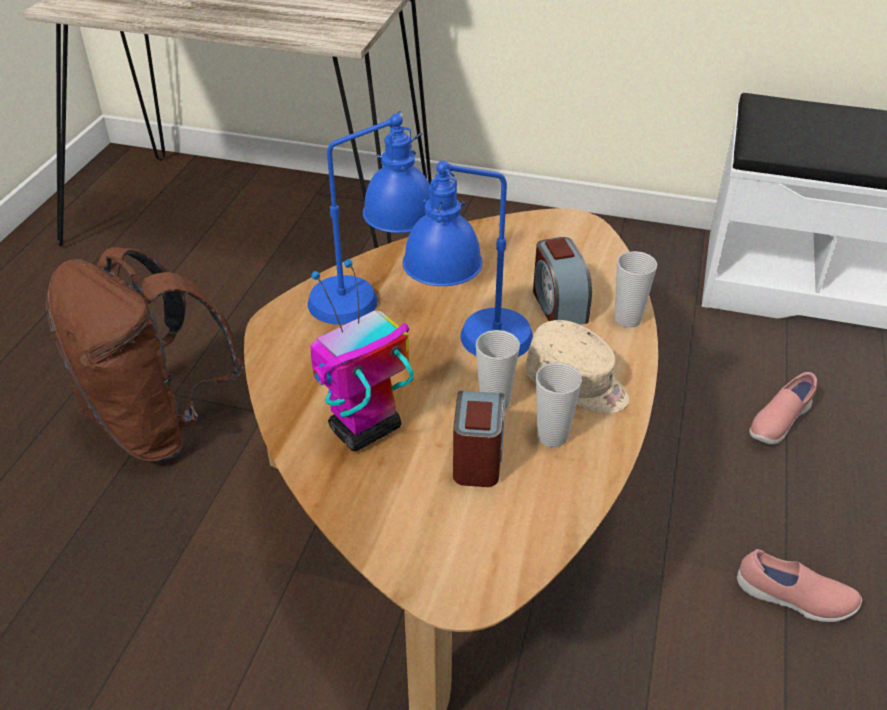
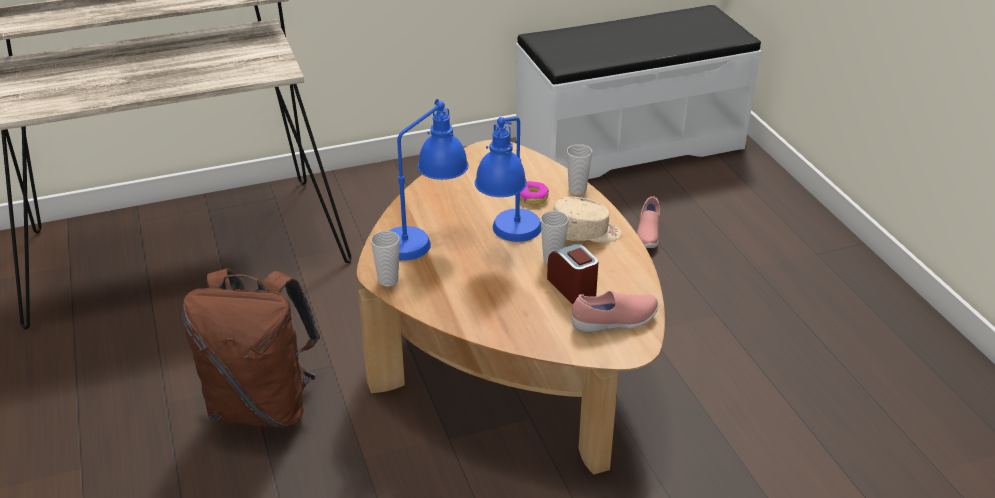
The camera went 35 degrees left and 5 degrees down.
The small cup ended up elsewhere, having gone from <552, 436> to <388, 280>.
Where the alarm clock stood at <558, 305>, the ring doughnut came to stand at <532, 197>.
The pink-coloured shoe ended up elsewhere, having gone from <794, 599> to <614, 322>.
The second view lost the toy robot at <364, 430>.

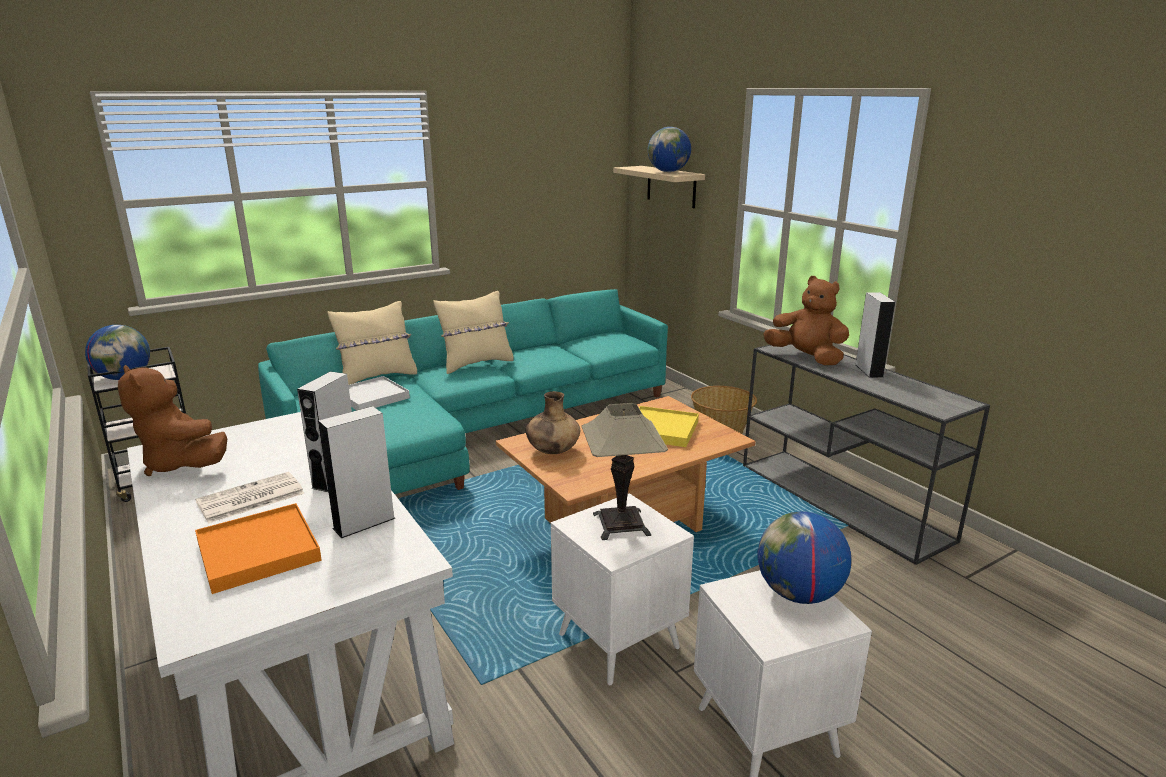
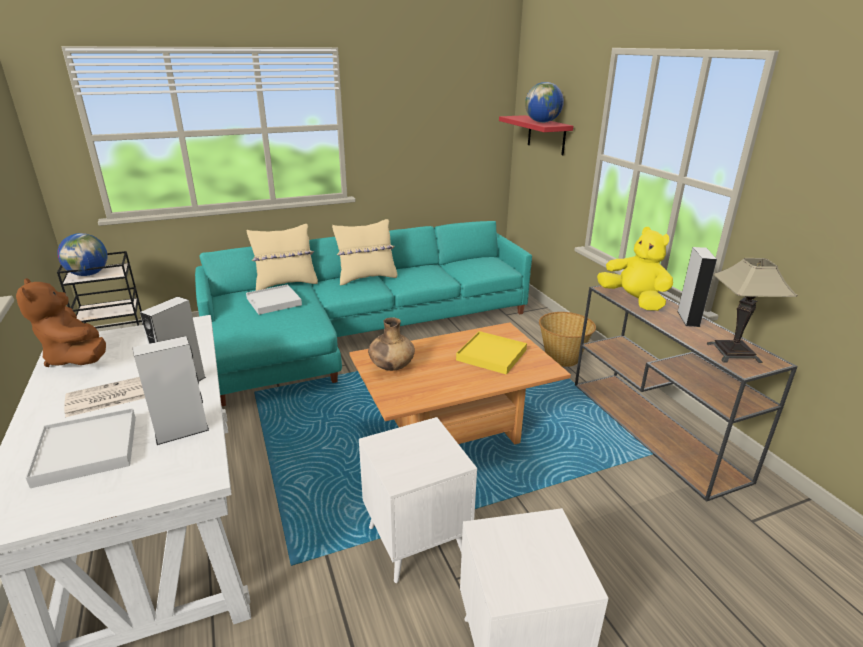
The camera went 10 degrees right and 5 degrees up.
What was the orange carrying tray at <259, 551> turned into the white carrying tray at <87, 450>.
What was the beige shelf at <671, 186> turned into the red-coloured shelf at <546, 135>.
What was the gray console table at <843, 502> turned into the brown-coloured console table at <655, 430>.
What was the brown-coloured cuddly toy at <806, 358> turned into the yellow cuddly toy at <633, 300>.
The table lamp ended up elsewhere, having gone from <621, 524> to <733, 353>.
The second view lost the world globe at <798, 594>.

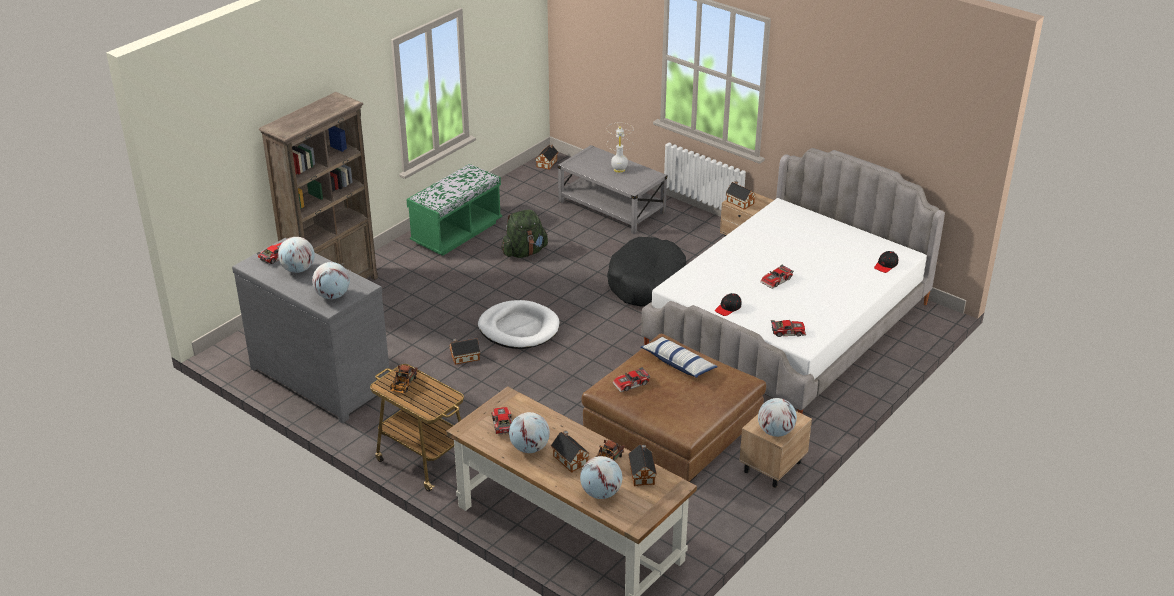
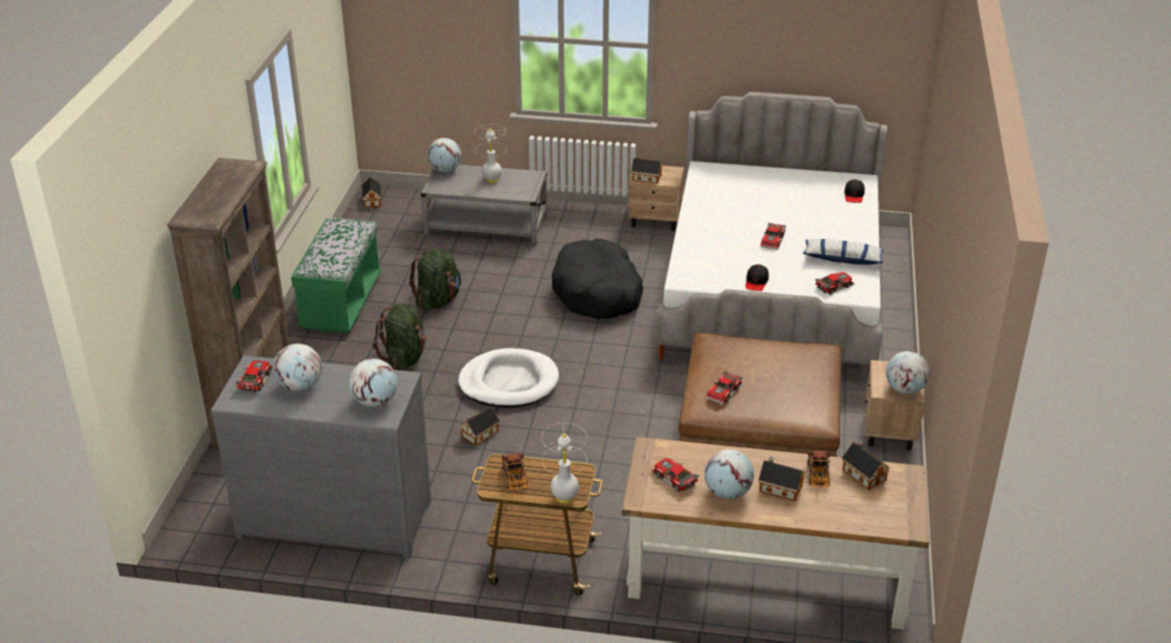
The camera went 30 degrees left and 0 degrees up.
The second view gained the green knapsack at <404, 358>.
The world globe ended up elsewhere, having gone from <601, 493> to <445, 170>.
The second view gained the white table lamp at <565, 497>.
The throw pillow ended up elsewhere, having gone from <678, 363> to <842, 259>.

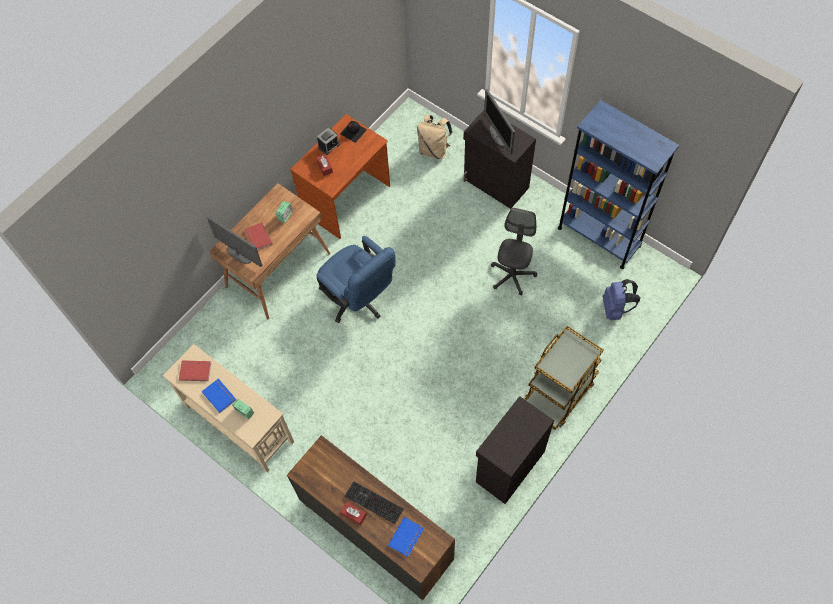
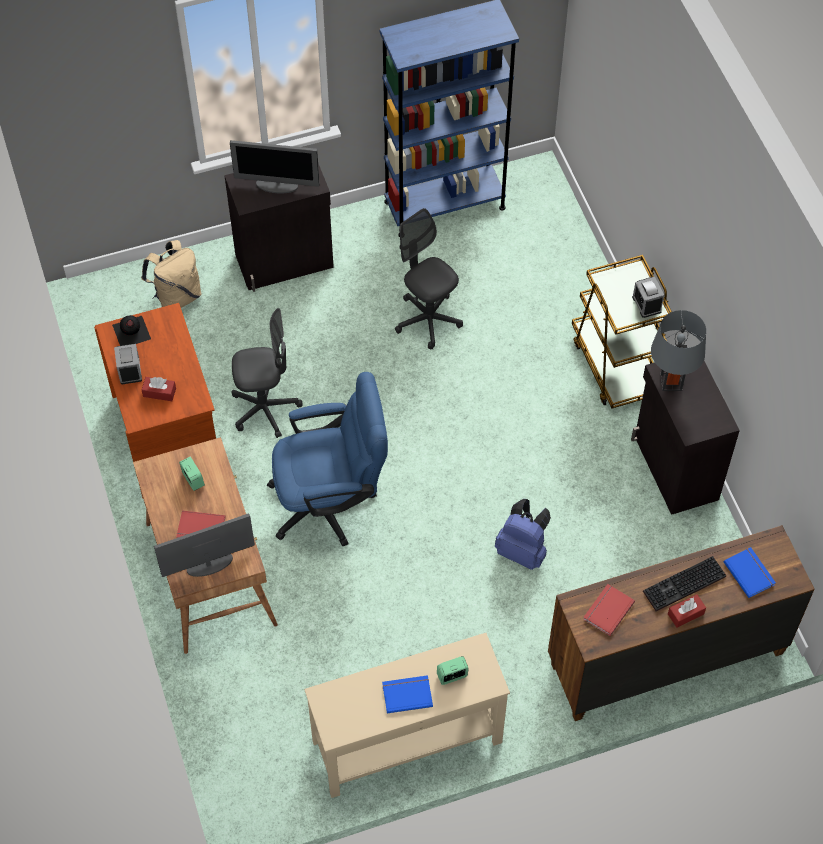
The camera went 60 degrees left and 5 degrees down.
The second view gained the gray desk chair at <265, 409>.
The blue-coloured knapsack ended up elsewhere, having gone from <615, 308> to <523, 550>.
The red-coloured volume ended up elsewhere, having gone from <195, 370> to <607, 610>.
The second view gained the alarm clock at <646, 304>.
The second view gained the gray table lamp at <671, 382>.

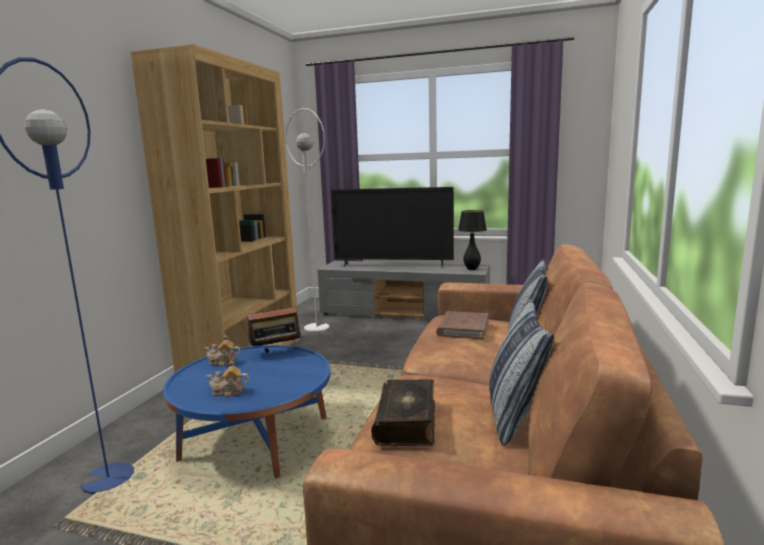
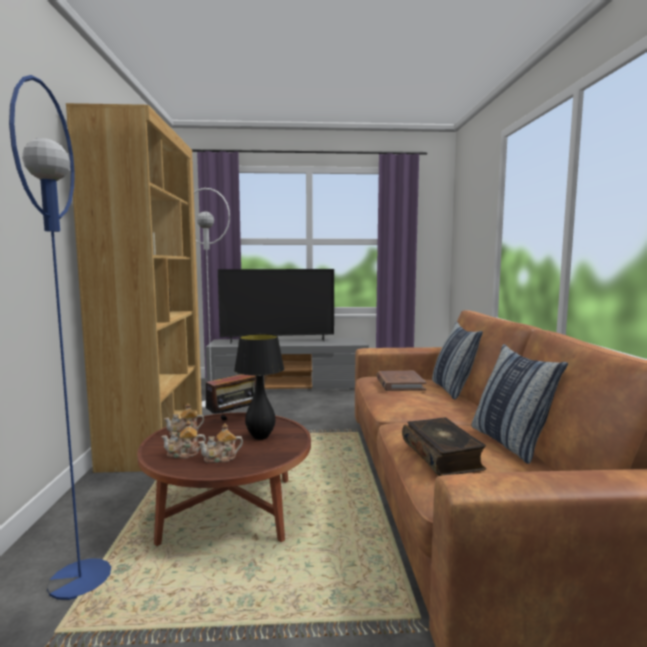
The camera went 20 degrees left and 5 degrees down.
What was the blue-coloured lounge table at <256, 438> turned into the brown-coloured lounge table at <229, 510>.
The second view gained the tea pot at <183, 454>.
The blackish table lamp ended up elsewhere, having gone from <471, 269> to <260, 437>.

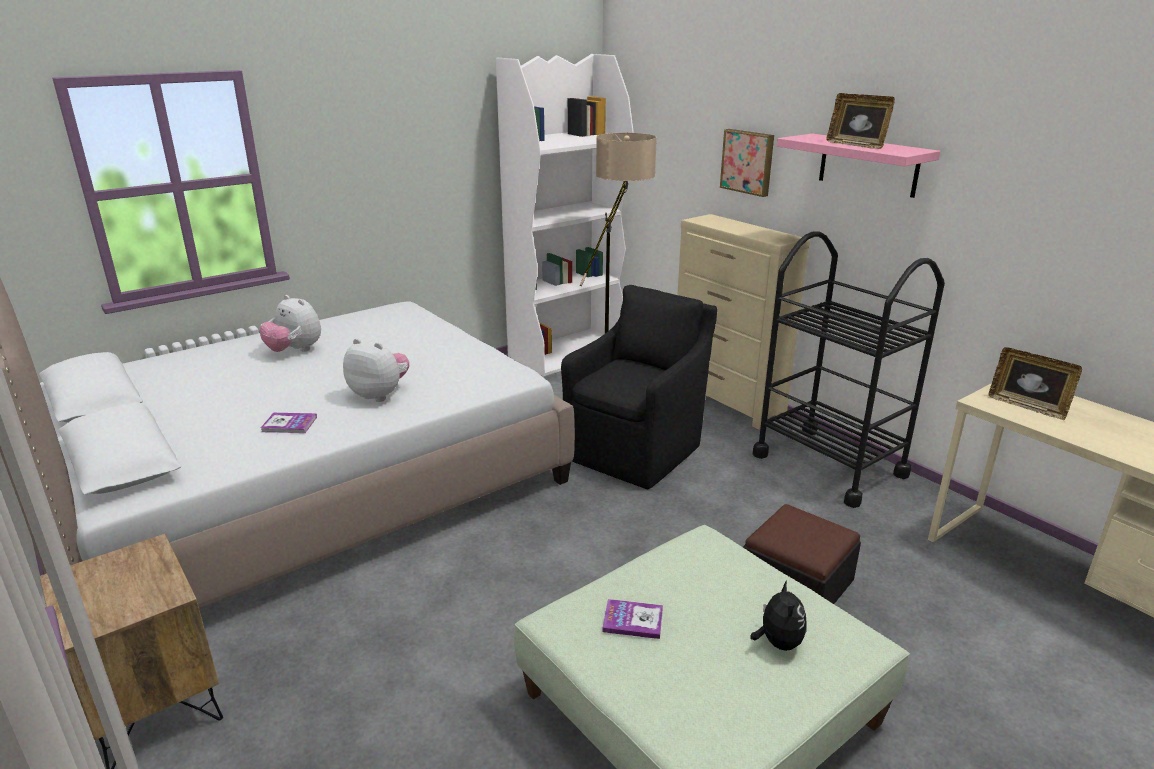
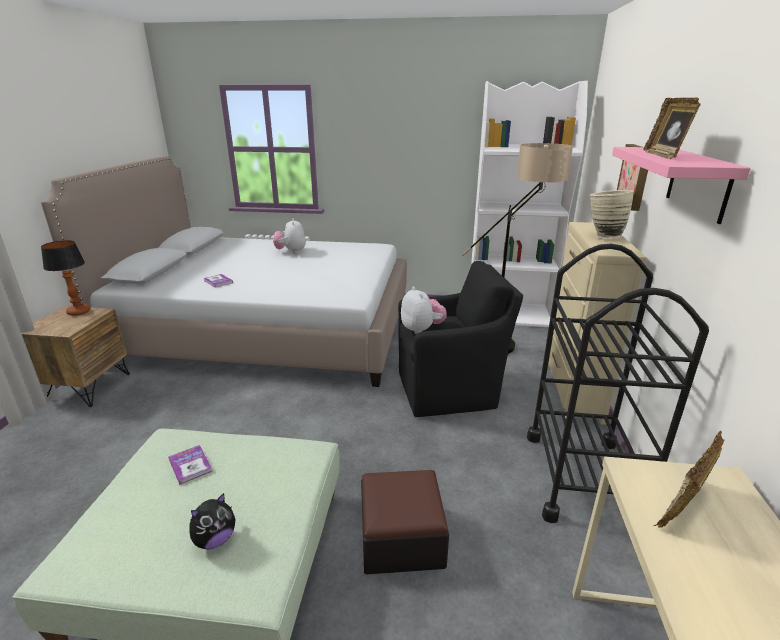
The camera went 45 degrees right and 0 degrees up.
The second view gained the table lamp at <79, 312>.
The cuddly toy ended up elsewhere, having gone from <380, 394> to <422, 330>.
The second view gained the beige decorative vase at <602, 237>.
The picture frame at <1027, 406> ended up facing another way, 45 degrees clockwise from before.

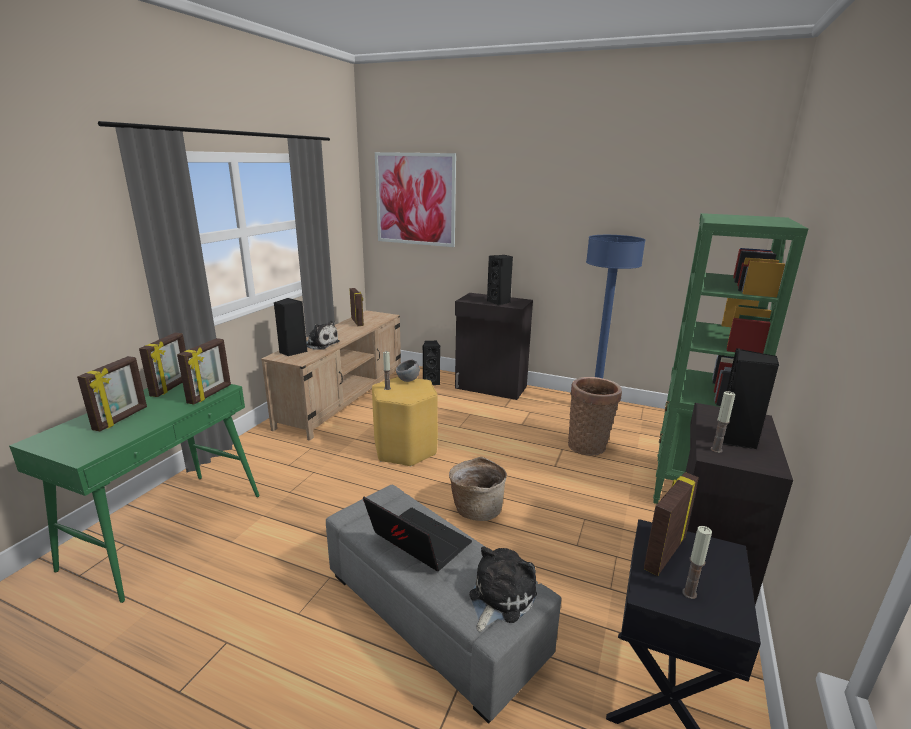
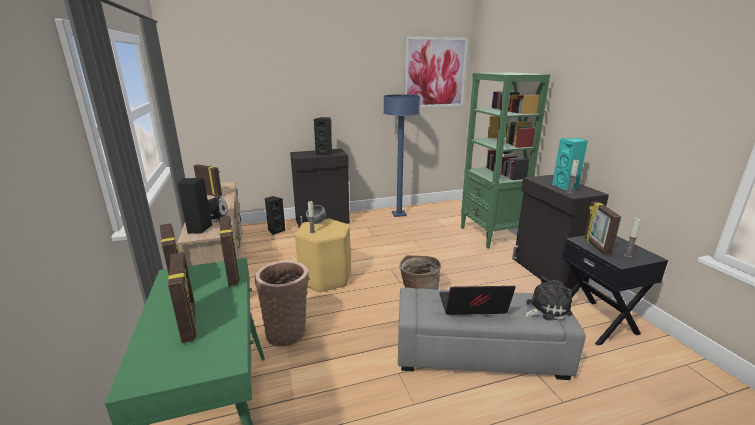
The camera went 40 degrees left and 0 degrees up.
The basket ended up elsewhere, having gone from <589, 445> to <287, 331>.
The picture ended up elsewhere, having gone from <415, 199> to <435, 73>.
The cuddly toy at <499, 598> ended up facing another way, 75 degrees clockwise from before.
What was the blackish speaker at <736, 439> turned into the turquoise-coloured speaker at <566, 186>.

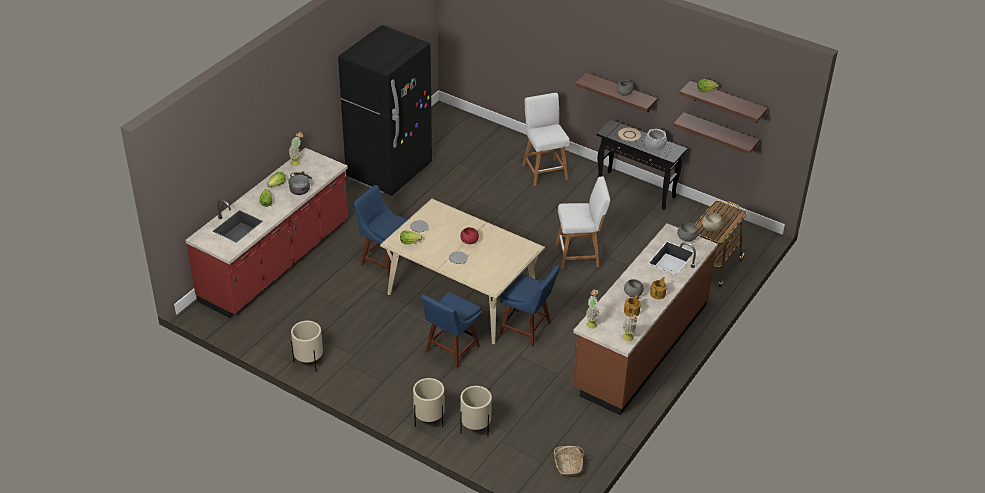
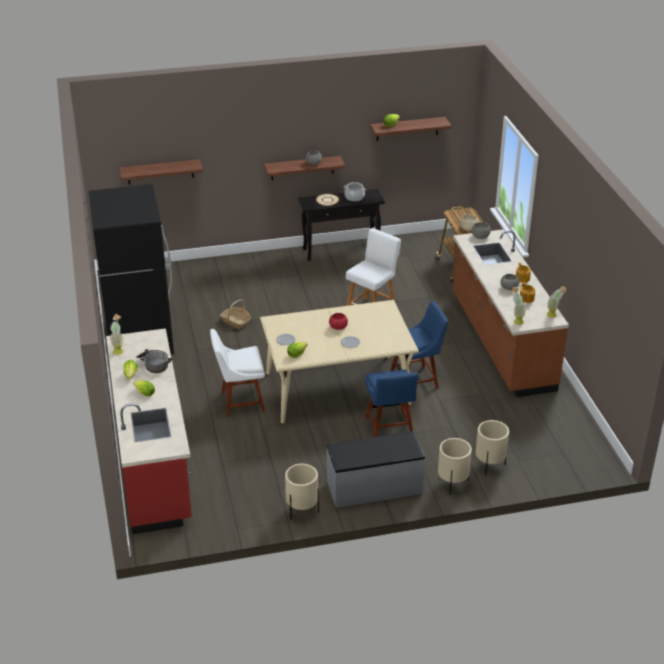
The camera went 45 degrees left and 5 degrees down.
The shelf ended up elsewhere, having gone from <719, 134> to <160, 172>.
What was the blue-coloured chair at <384, 260> turned into the white chair at <240, 402>.
The basket ended up elsewhere, having gone from <567, 465> to <236, 321>.
The second view gained the gray bench at <374, 488>.
The second view lost the white sitting stool at <544, 171>.

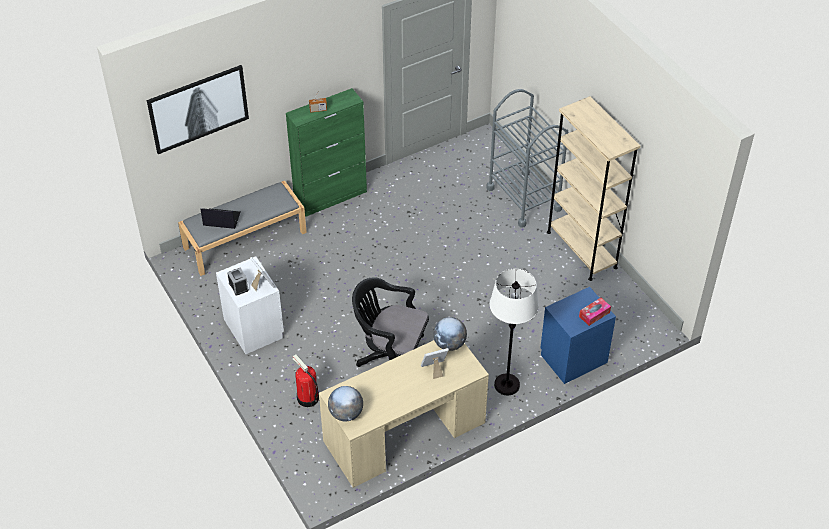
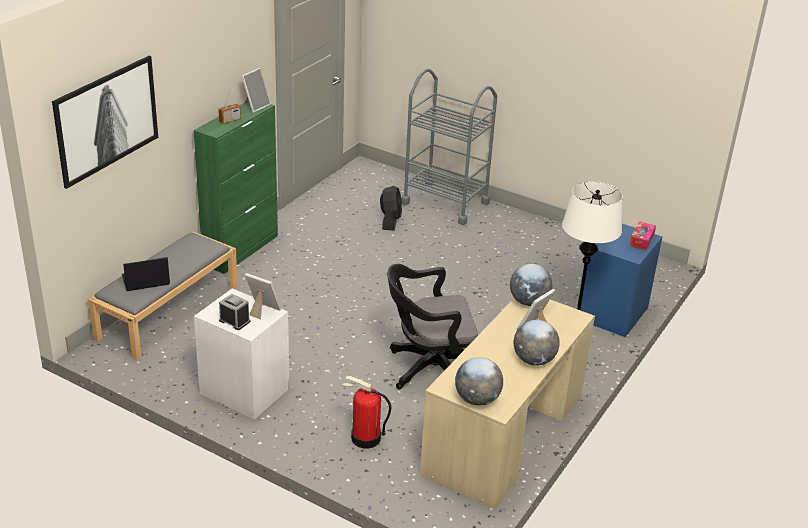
The camera went 30 degrees left and 15 degrees down.
The second view gained the picture frame at <255, 106>.
The second view gained the blackish electric fan at <390, 221>.
The second view gained the world globe at <533, 360>.
The second view lost the beige bookshelf at <581, 249>.

